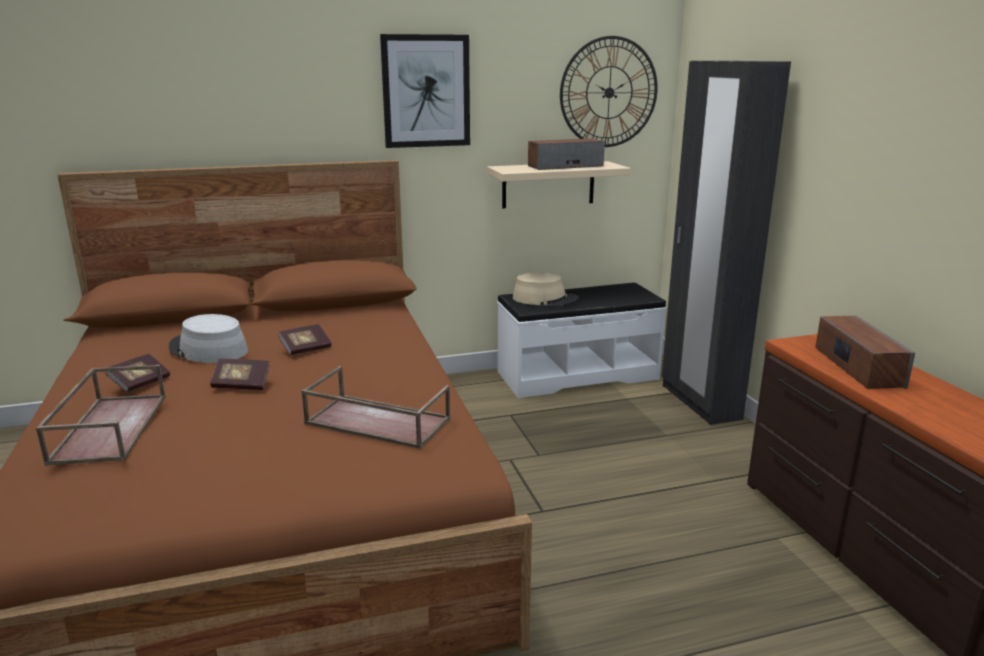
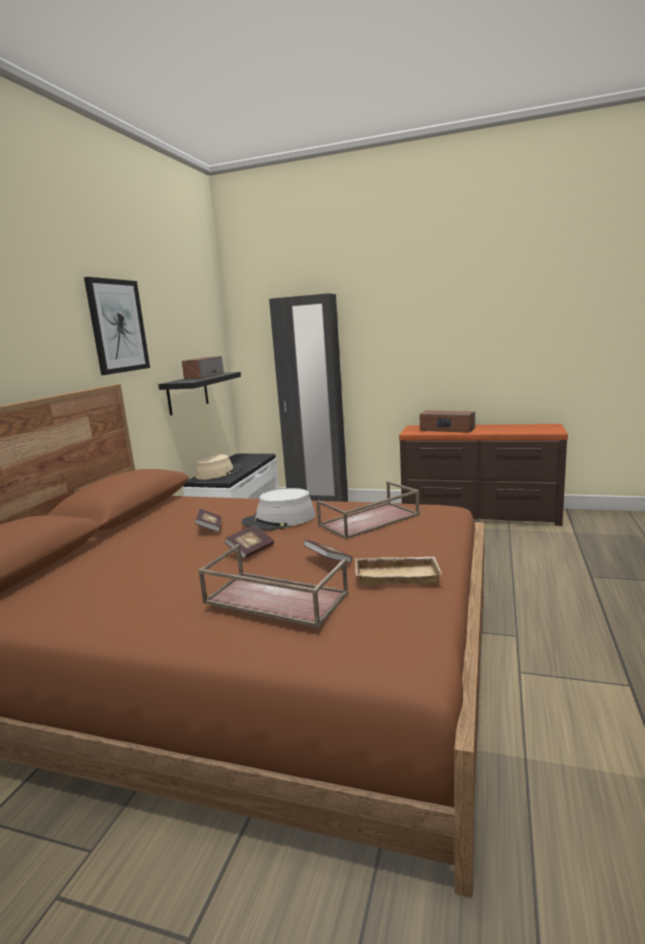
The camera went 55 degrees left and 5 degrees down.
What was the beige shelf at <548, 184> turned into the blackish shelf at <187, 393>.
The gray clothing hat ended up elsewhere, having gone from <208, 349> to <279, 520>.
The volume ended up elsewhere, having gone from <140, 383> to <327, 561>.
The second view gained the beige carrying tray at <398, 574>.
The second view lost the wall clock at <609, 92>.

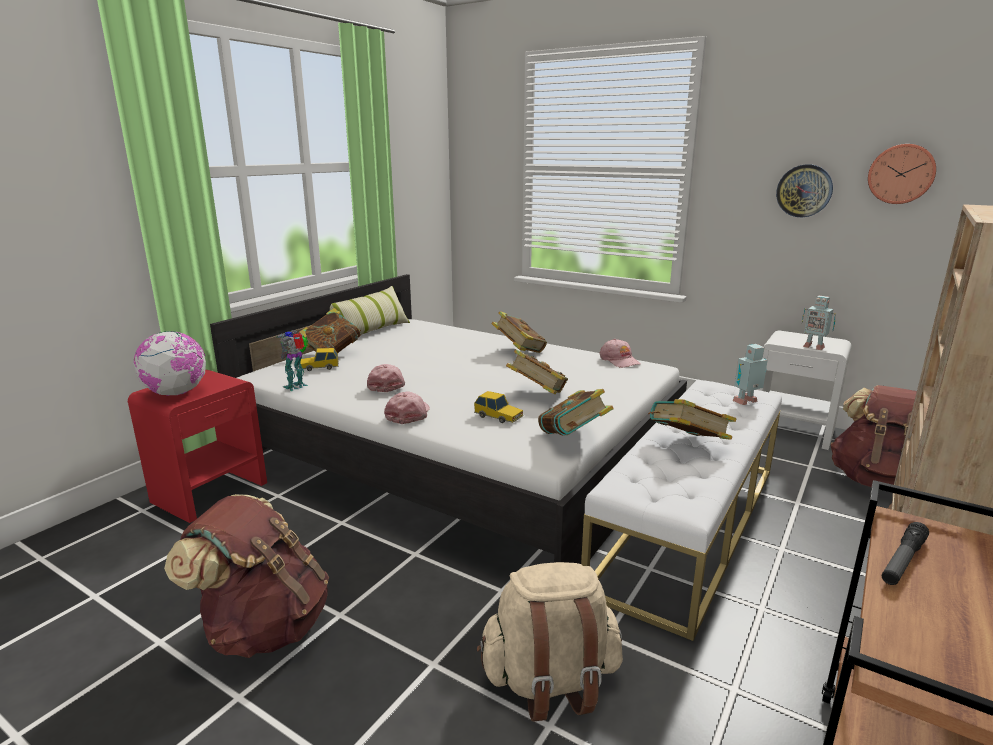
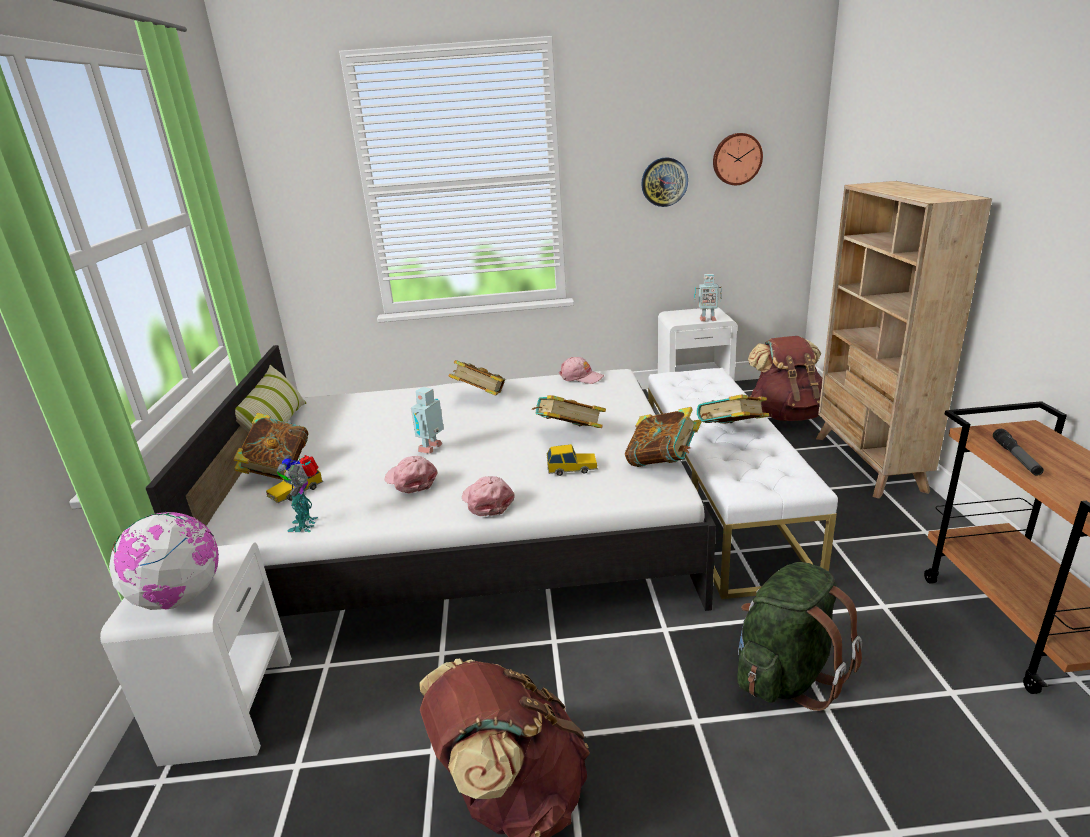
The camera went 35 degrees left and 5 degrees up.
What was the red-coloured night table at <211, 492> turned into the white night table at <230, 707>.
The toy robot ended up elsewhere, having gone from <747, 402> to <432, 448>.
What was the beige knapsack at <550, 681> turned into the green knapsack at <786, 675>.

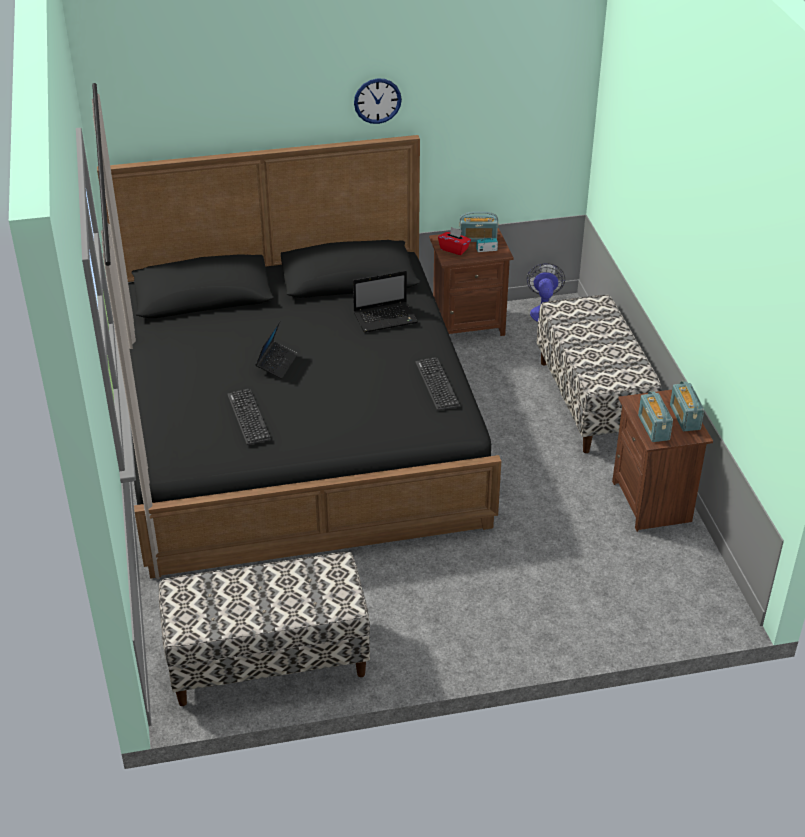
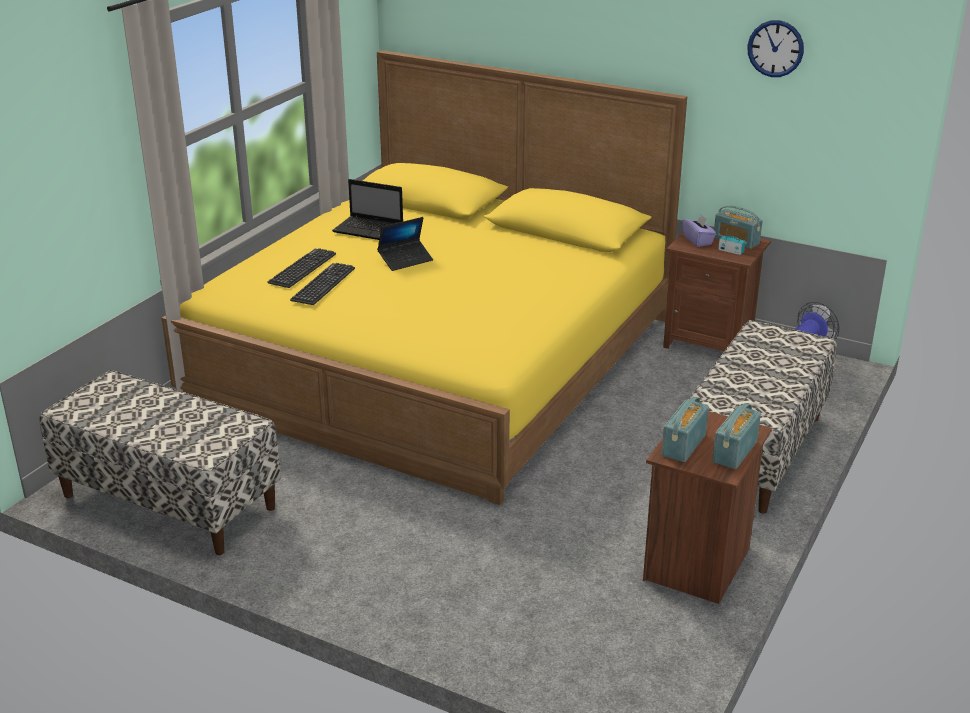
The camera went 40 degrees right and 10 degrees down.
What was the blackish bedroom bed at <296, 431> turned into the yellow bedroom bed at <437, 357>.
The keyboard ended up elsewhere, having gone from <437, 384> to <302, 269>.
The notebook computer ended up elsewhere, having gone from <386, 318> to <370, 230>.
What was the red-coloured tissue holder at <454, 249> turned into the purple-coloured tissue holder at <698, 241>.
The wall clock ended up elsewhere, having gone from <377, 100> to <775, 48>.

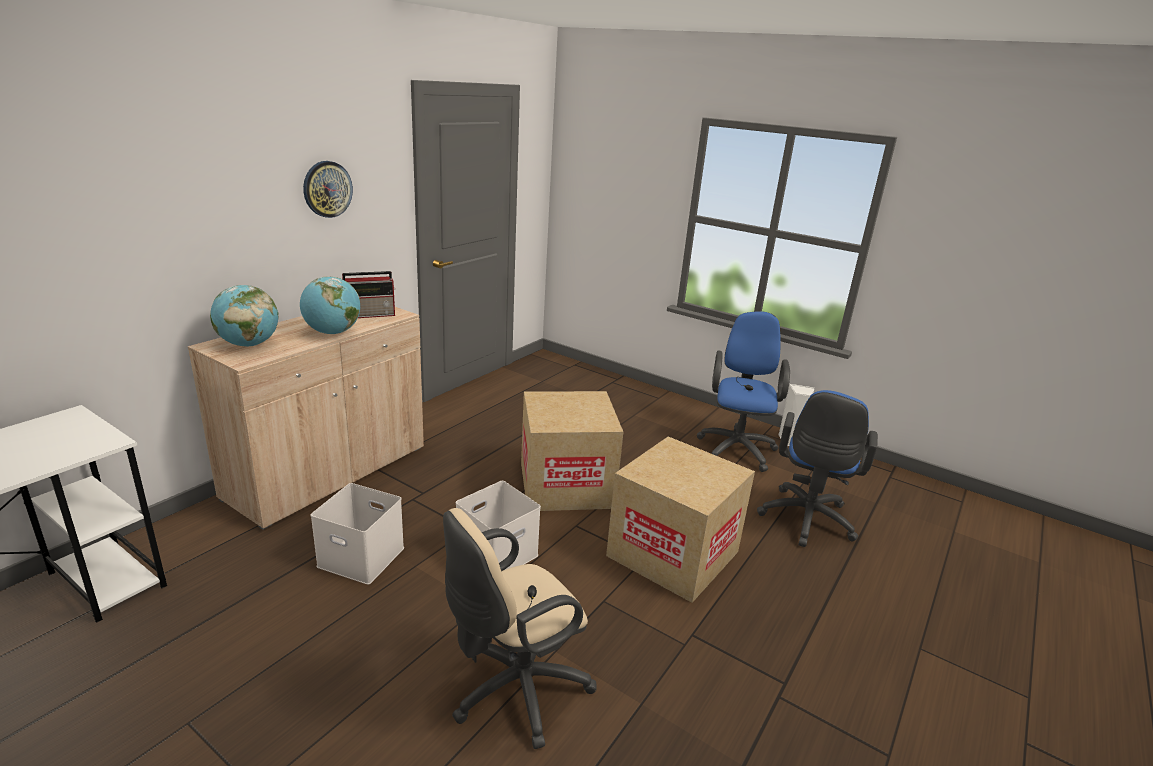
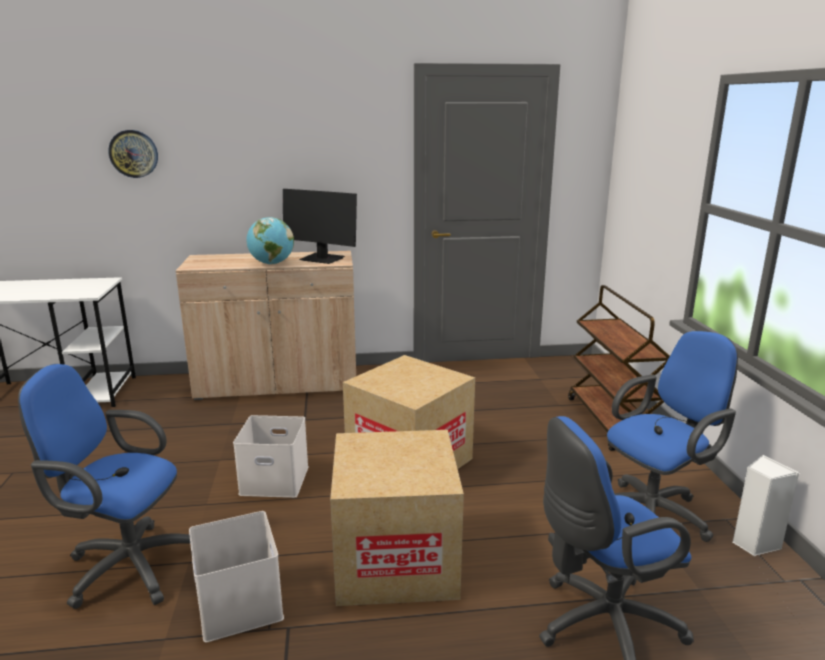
The camera went 50 degrees right and 5 degrees down.
What was the beige desk chair at <513, 691> turned into the blue-coloured desk chair at <126, 565>.
The wall clock ended up elsewhere, having gone from <327, 189> to <133, 153>.
The white storage bin ended up elsewhere, having gone from <363, 556> to <241, 604>.
Where the radio receiver stood at <371, 314>, the computer display came to stand at <322, 259>.
The second view gained the brown-coloured cart at <611, 422>.
The second view lost the world globe at <249, 344>.

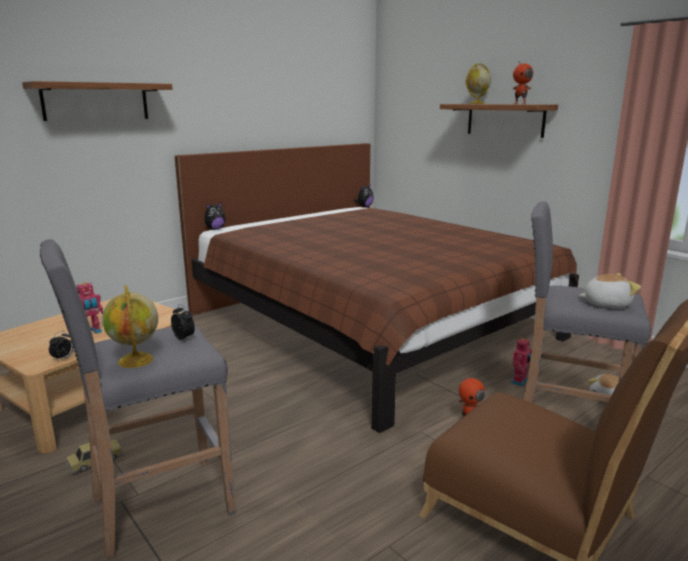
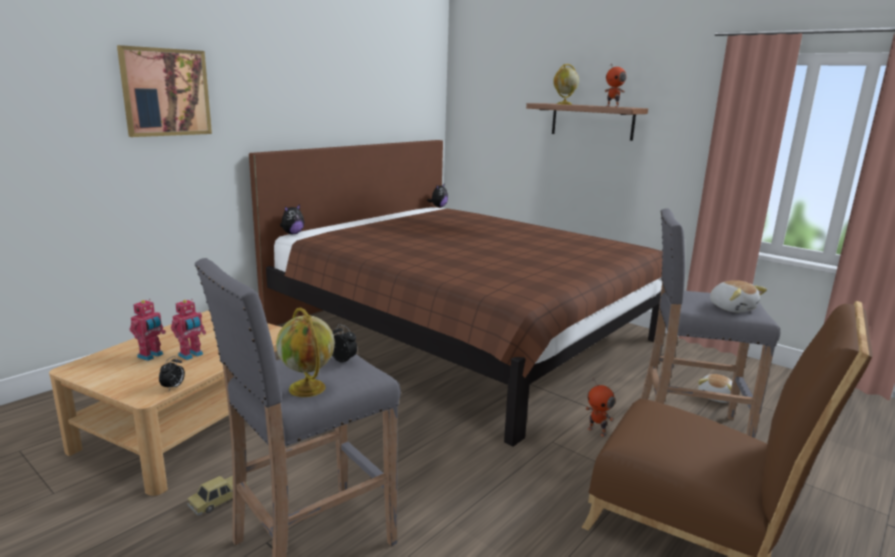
The camera went 10 degrees left and 0 degrees up.
Where the shelf hung at <96, 101>, the picture came to hang at <166, 92>.
The toy robot ended up elsewhere, having gone from <520, 382> to <151, 356>.
The cuddly toy at <605, 304> ended up facing another way, 75 degrees clockwise from before.

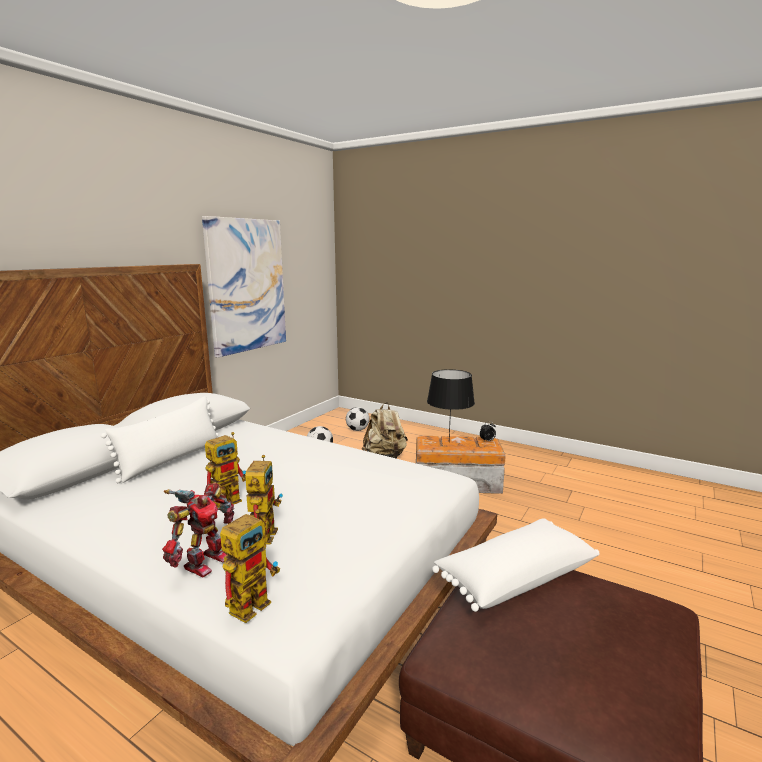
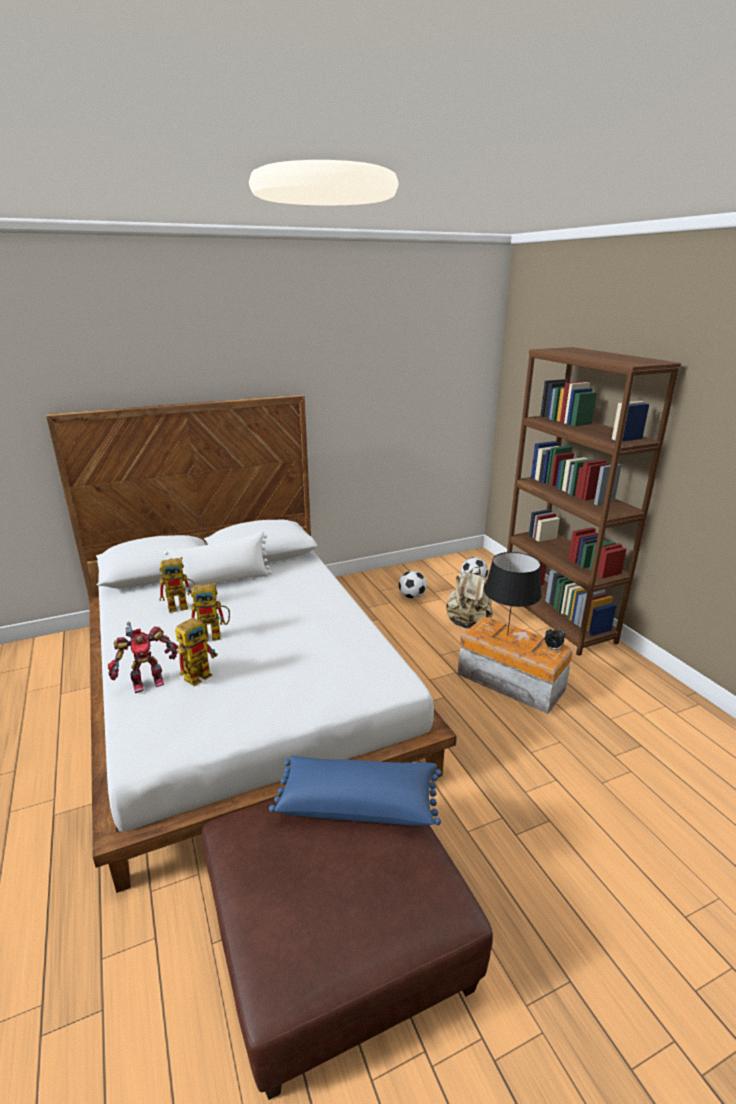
The camera went 35 degrees right and 10 degrees up.
The toy robot ended up elsewhere, having gone from <254, 601> to <182, 605>.
What was the white throw pillow at <514, 577> turned into the blue-coloured throw pillow at <358, 802>.
The second view gained the brown-coloured bookshelf at <556, 618>.
The second view lost the picture at <247, 285>.

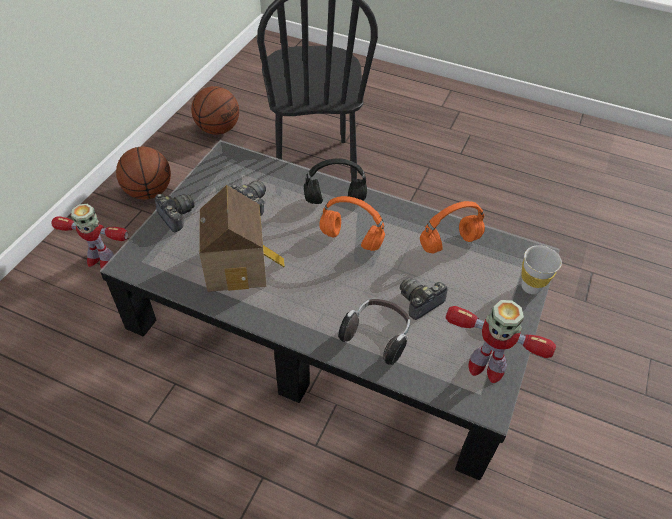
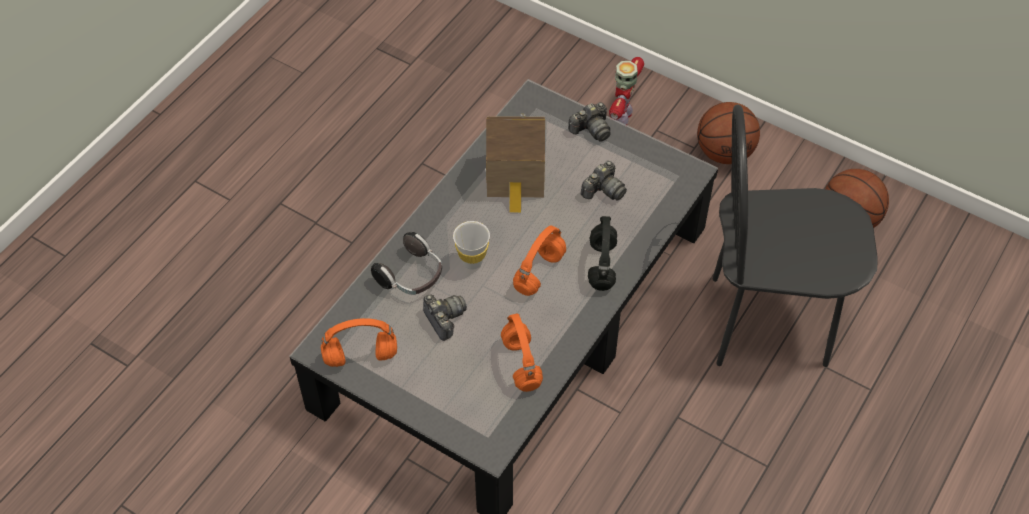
The camera went 100 degrees right and 5 degrees up.
Where the toy robot stood at <485, 366>, the orange headset came to stand at <359, 357>.
The white small cup ended up elsewhere, having gone from <530, 287> to <472, 262>.

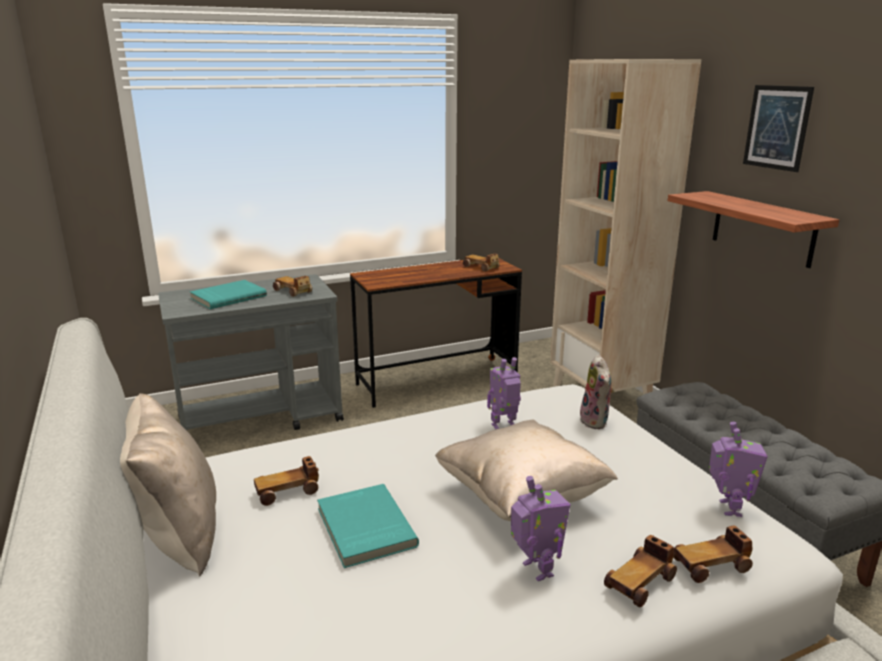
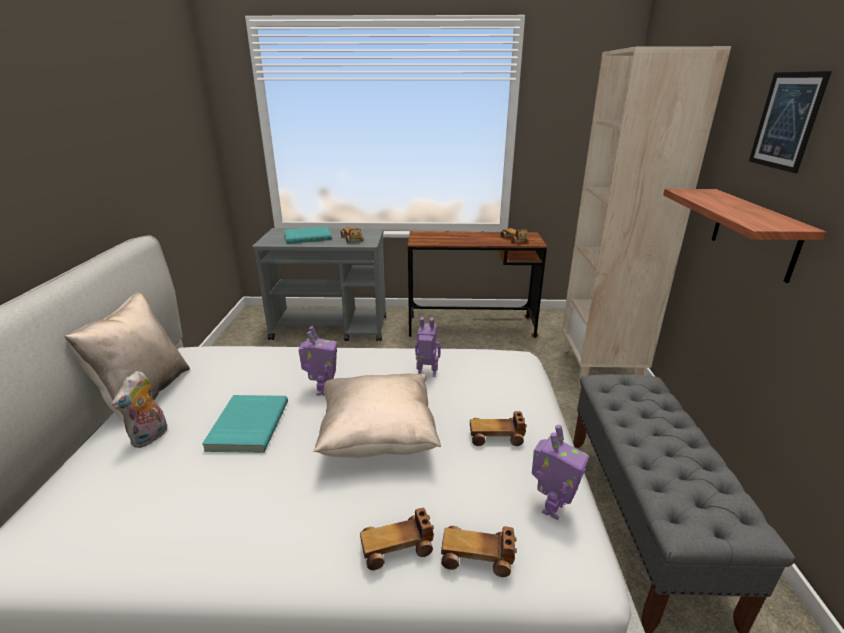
The camera went 25 degrees right and 5 degrees up.
The cuddly toy ended up elsewhere, having gone from <596, 421> to <150, 437>.
The toy robot ended up elsewhere, having gone from <536, 570> to <322, 390>.
The miniature car ended up elsewhere, having gone from <288, 491> to <496, 436>.

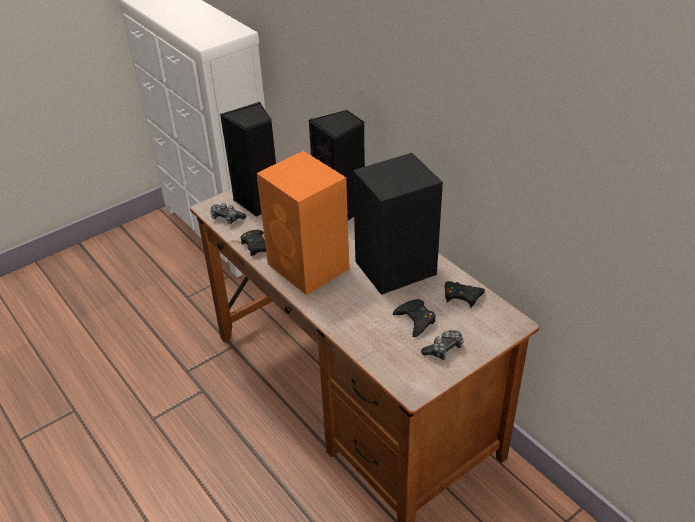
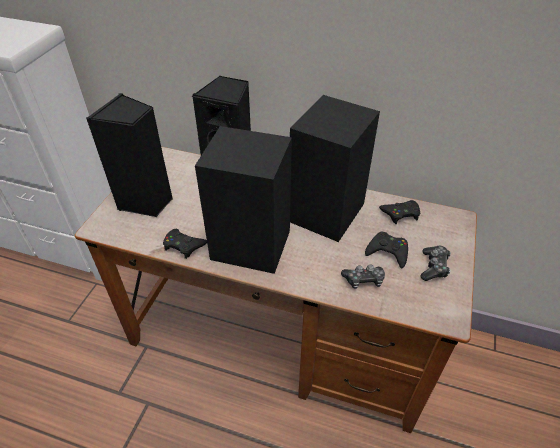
The camera went 35 degrees left and 5 degrees up.
What was the orange speaker at <309, 267> turned into the blackish speaker at <253, 245>.
The game controller ended up elsewhere, having gone from <227, 218> to <363, 280>.

